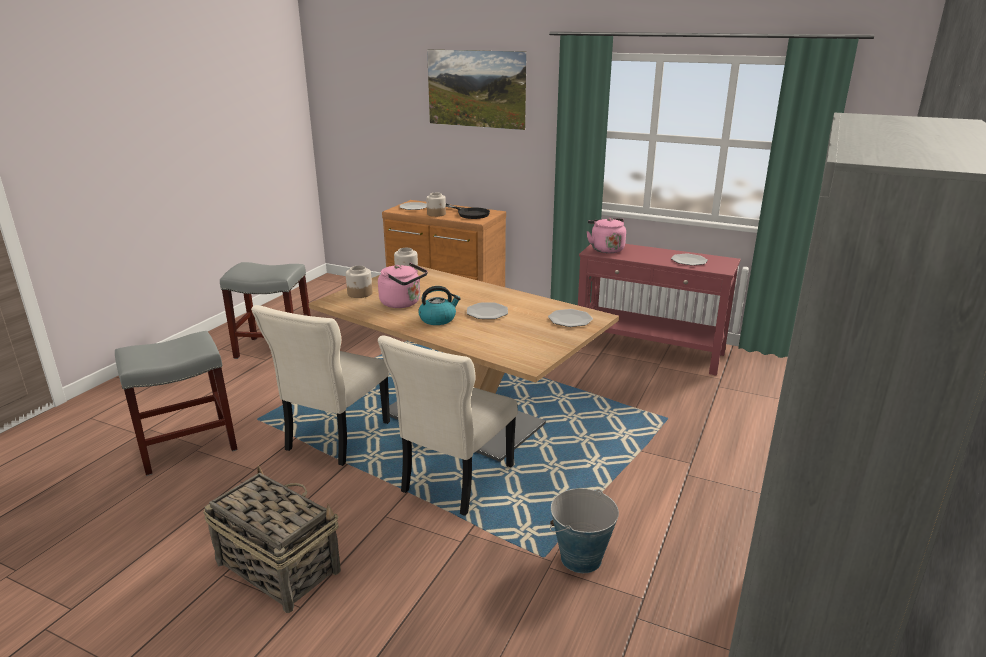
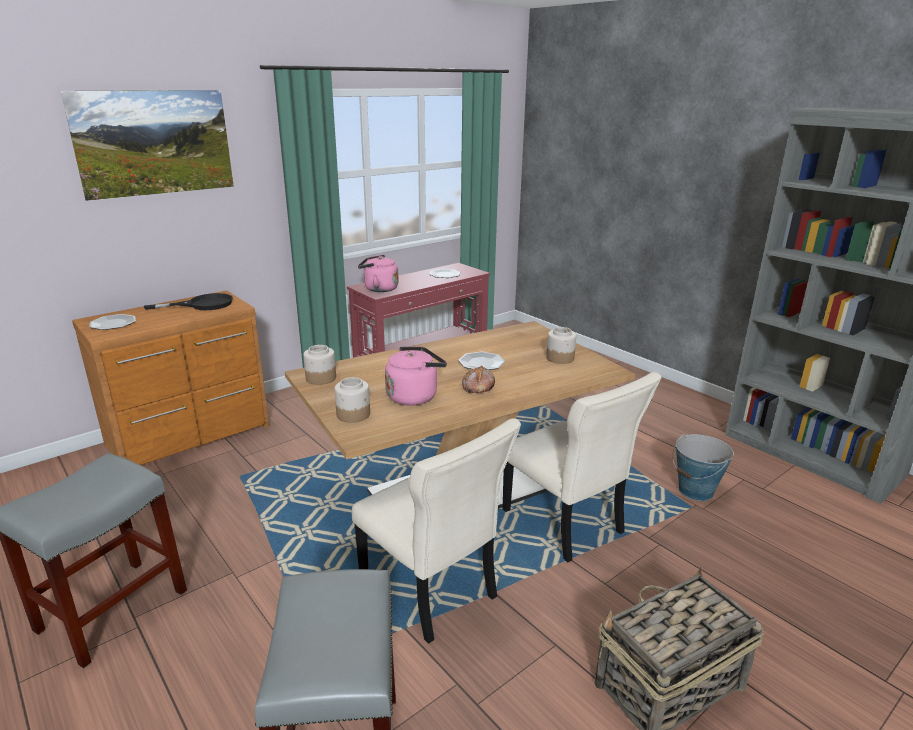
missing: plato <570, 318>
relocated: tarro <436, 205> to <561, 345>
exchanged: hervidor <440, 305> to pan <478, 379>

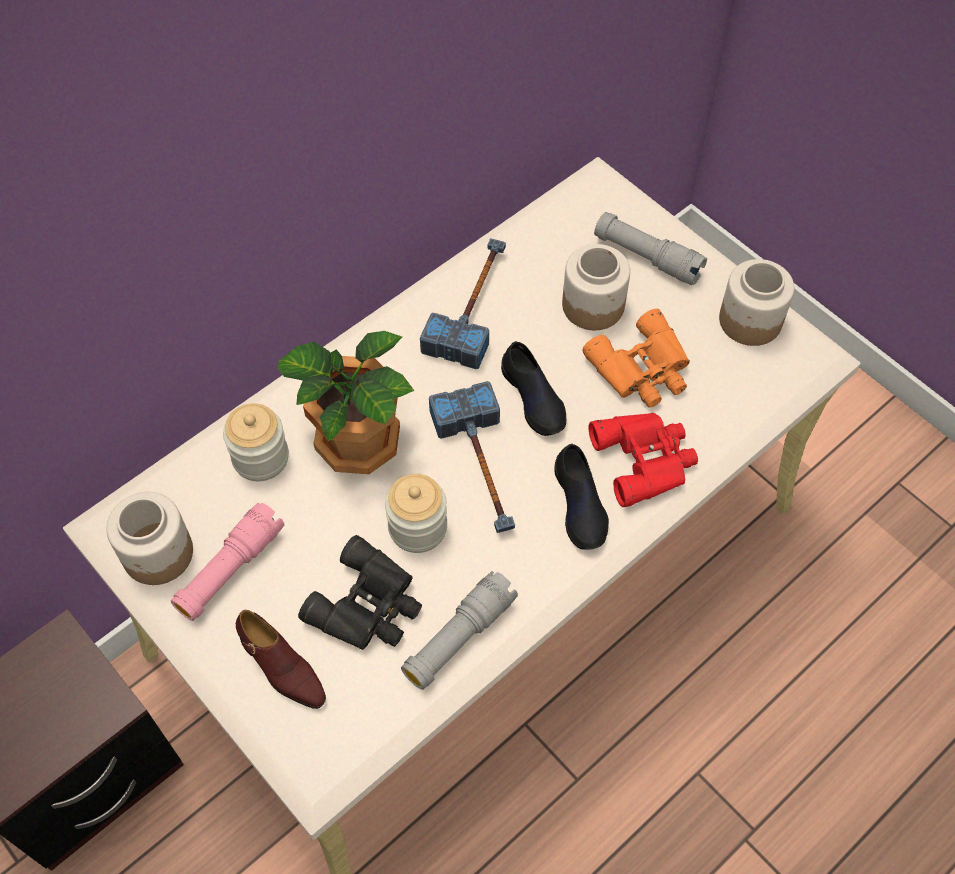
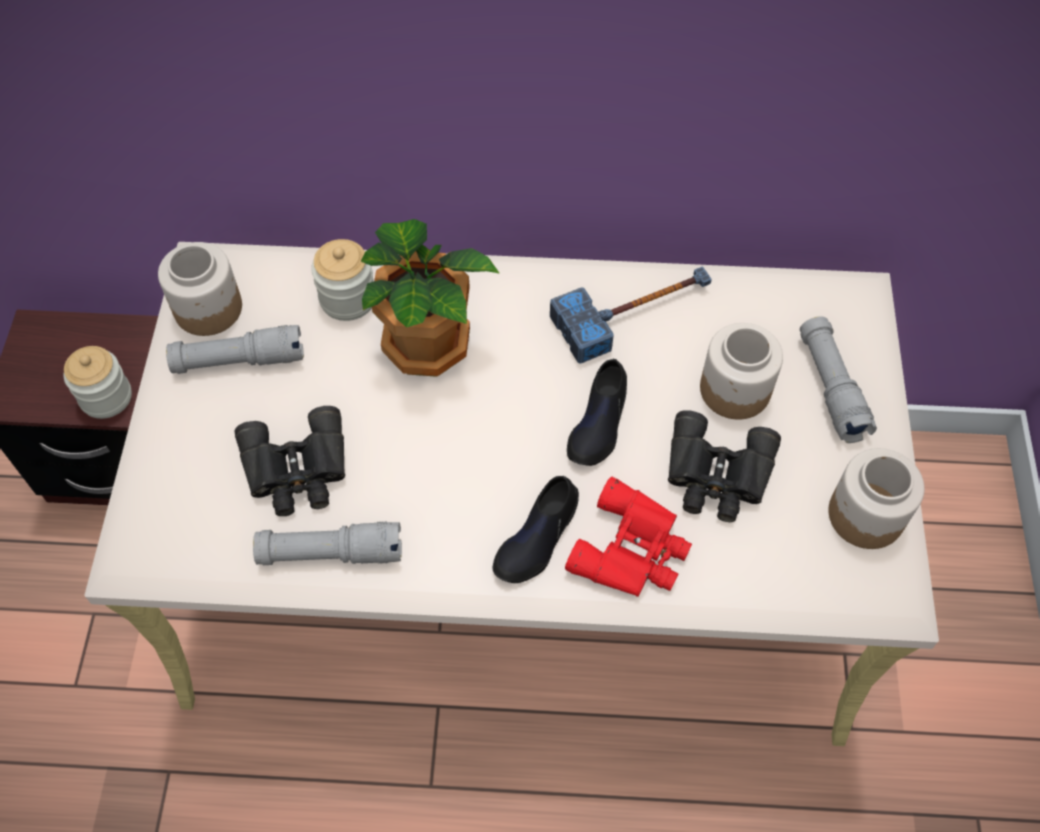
missing: zapato [marrón] <281, 659>; martillo <472, 457>
relocated: tarro <416, 513> to <98, 382>
colour: linterna [rosa] <227, 562> to linterna [gris] <235, 349>; prismáticos [naranja] <636, 358> to prismáticos [negro] <724, 466>

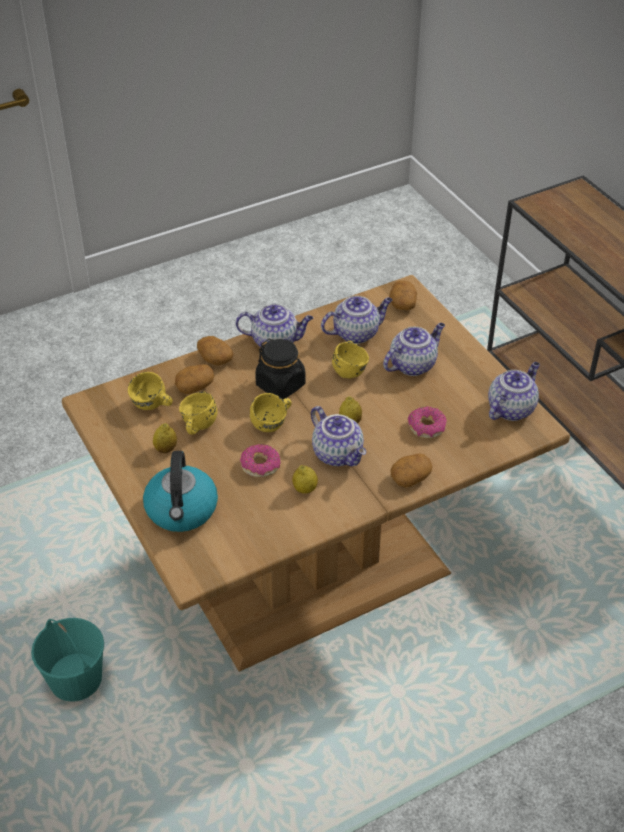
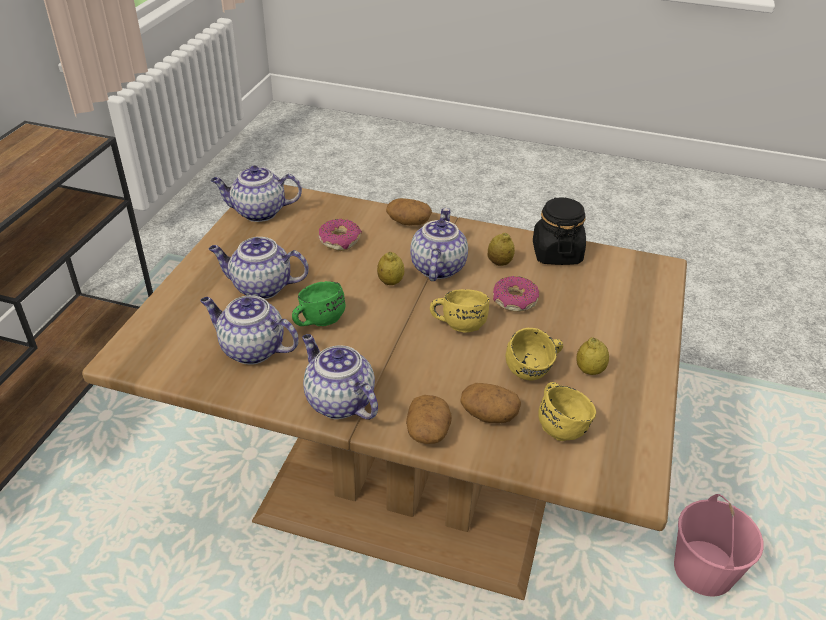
missing: hervidor <180, 491>; patata <403, 295>
relocated: tarro [negro] <280, 369> to <559, 231>
colour: cubo [turquesa] <67, 660> to cubo [rosa] <719, 545>; taza grande [amarillo] <350, 359> to taza grande [verde] <318, 303>

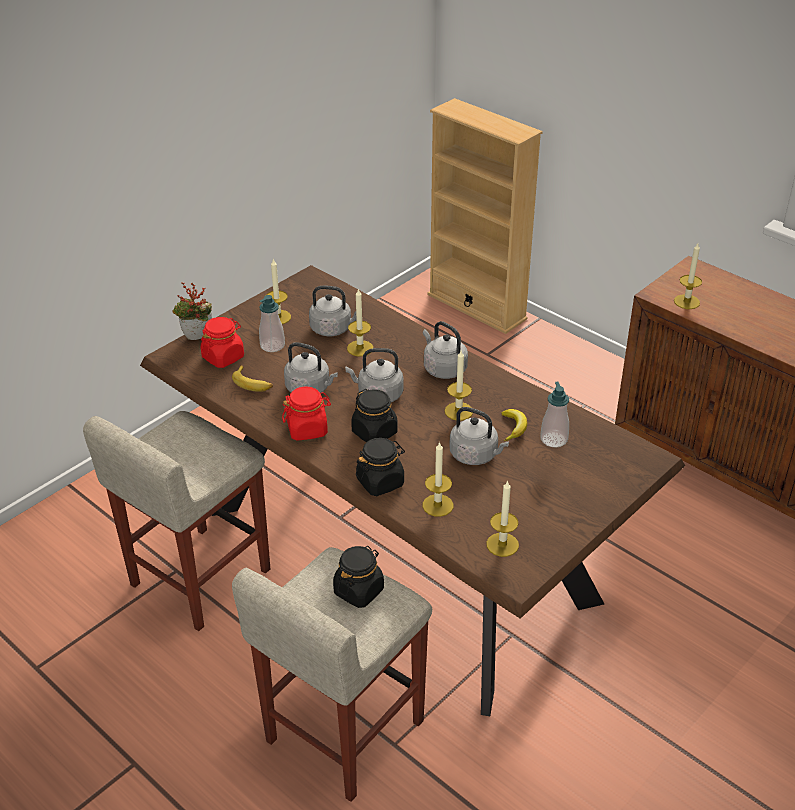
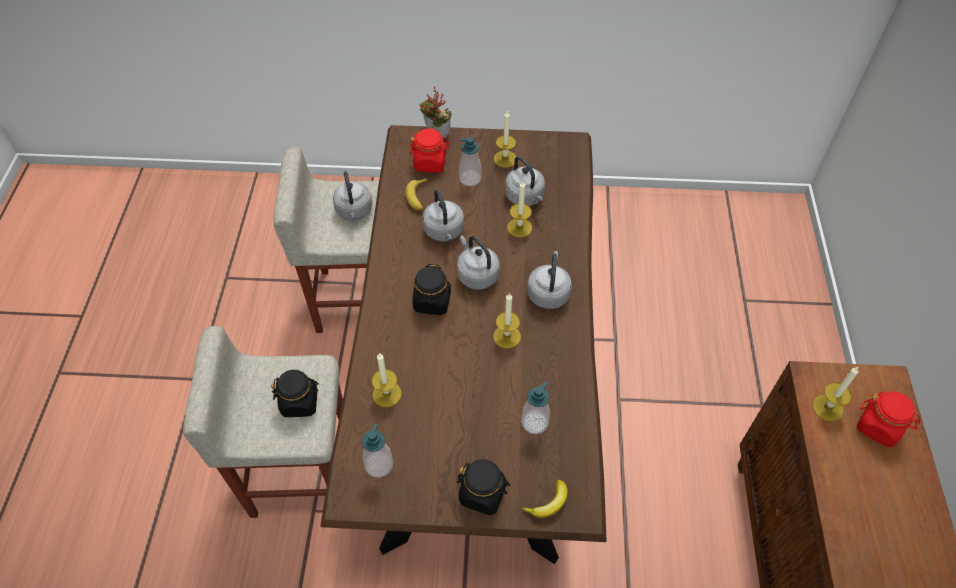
missing: estantería [beis] <485, 216>
relocated: tarro [rojo] <306, 413> to <888, 419>; tarro [negro] <380, 467> to <483, 487>; hervidor [gris] <479, 436> to <352, 195>; plátano <514, 425> to <545, 499>
exchanged: vela <502, 518> to dispensador de jabón <377, 450>

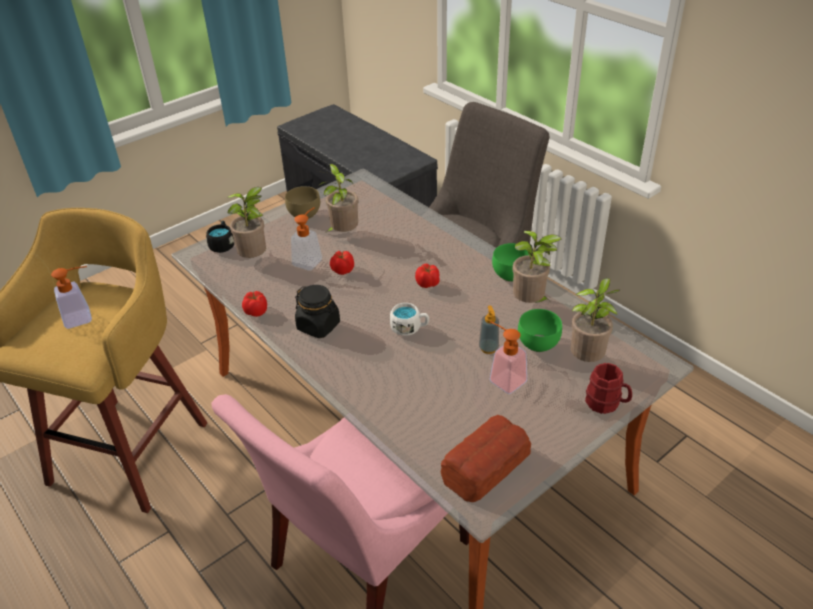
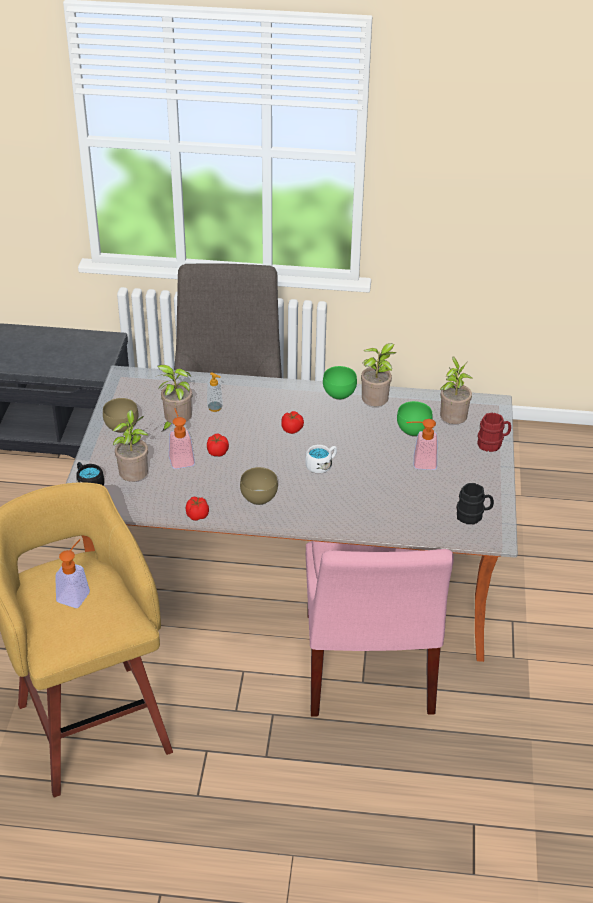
relocated: dispensador de jabón <489, 329> to <215, 392>
exchanged: tarro [negro] <317, 311> to cuenco [marrón] <259, 486>; pan <486, 458> to taza grande [negro] <475, 503>

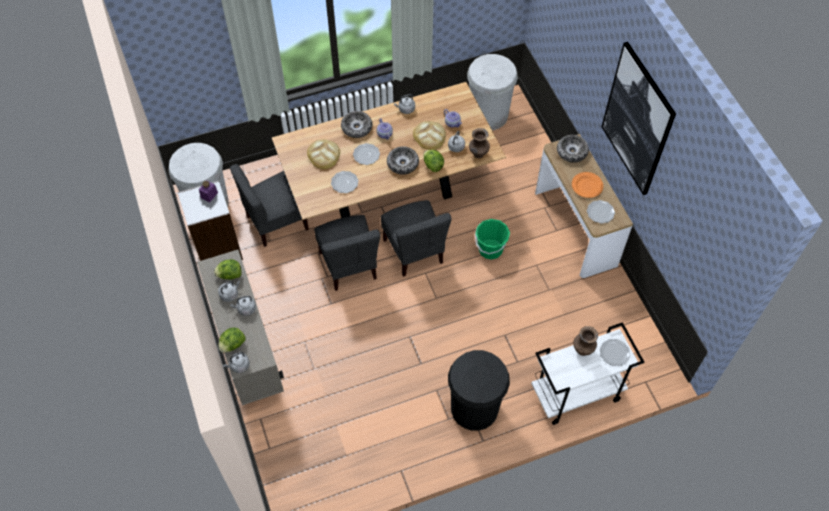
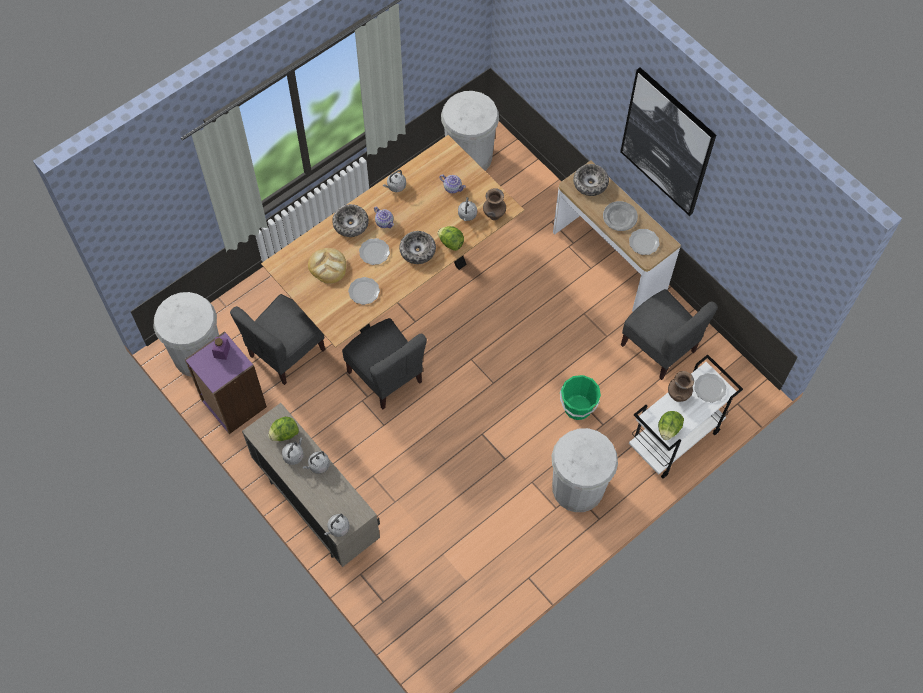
missing: pan <429, 135>
relocated: lechuga <232, 340> to <671, 425>; silla [gris] <416, 238> to <669, 334>; cubo [verde] <492, 239> to <580, 397>
colour: estantería [gris] <210, 220> to estantería [morado] <226, 382>; papelera [negro] <479, 390> to papelera [blanco] <585, 470>; plato [naranja] <587, 185> to plato [gris] <620, 216>

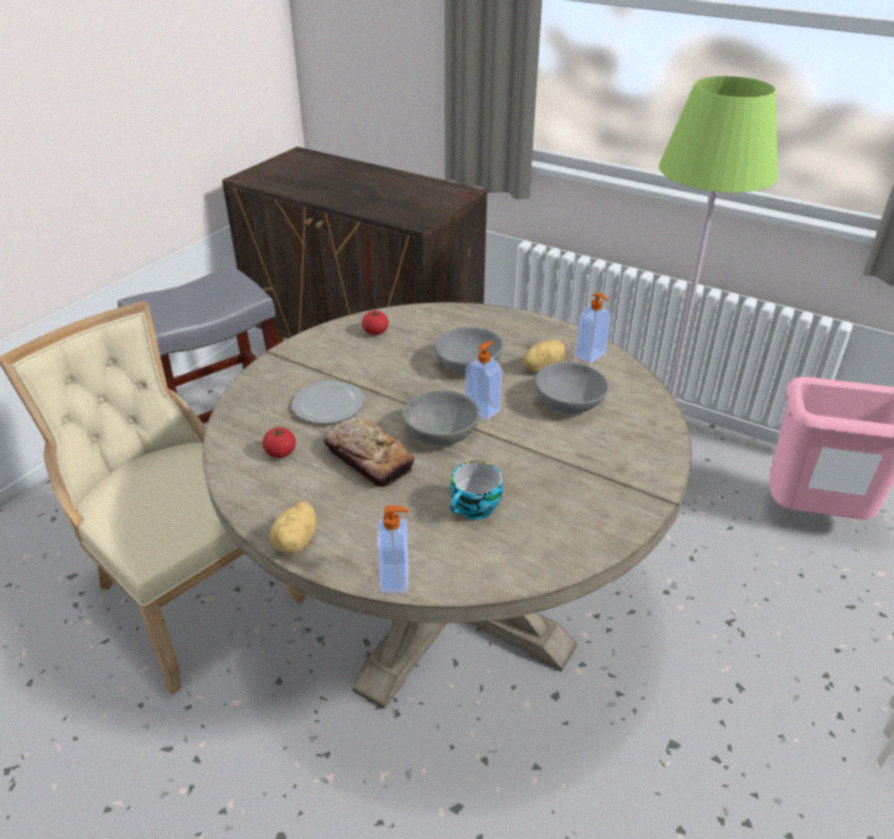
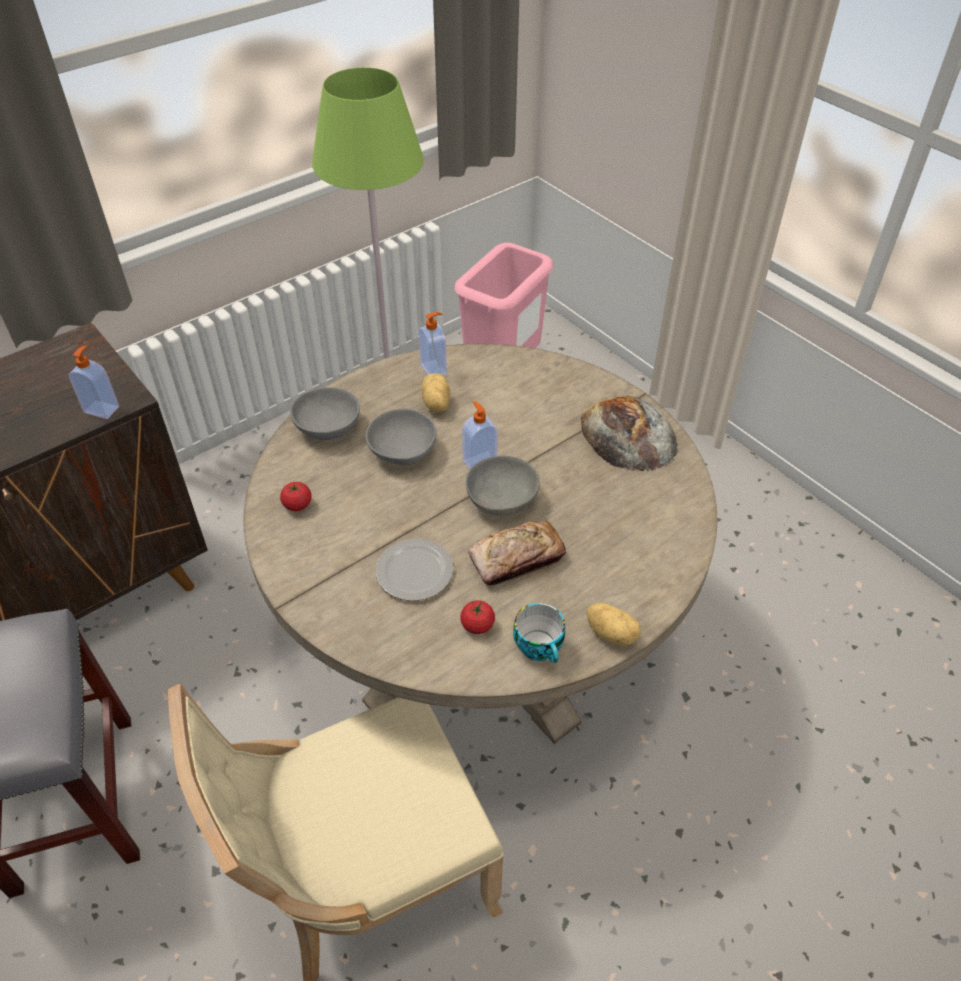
appeared: pan <629, 433>
relocated: dispensador de jabón <393, 549> to <94, 382>; taza <476, 490> to <539, 633>; cuenco [gris] <572, 387> to <325, 413>

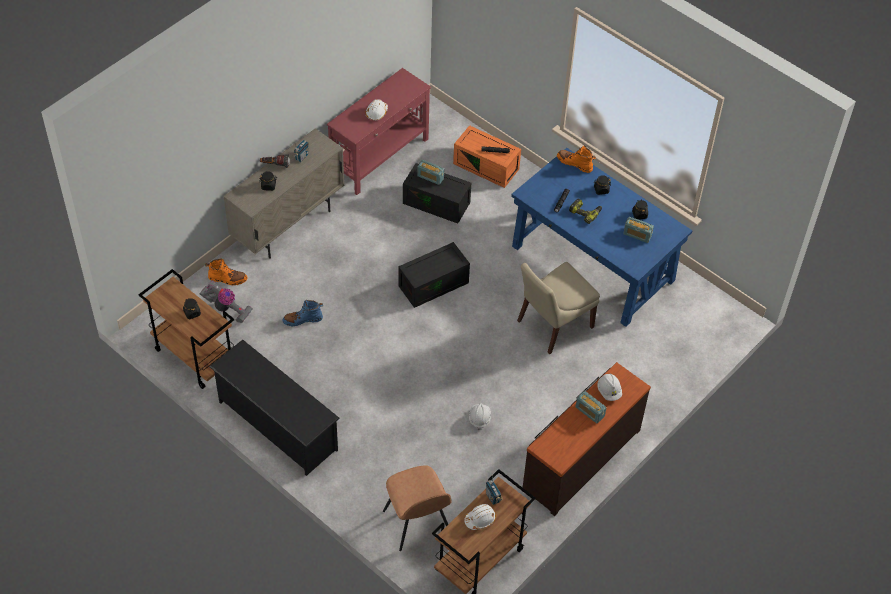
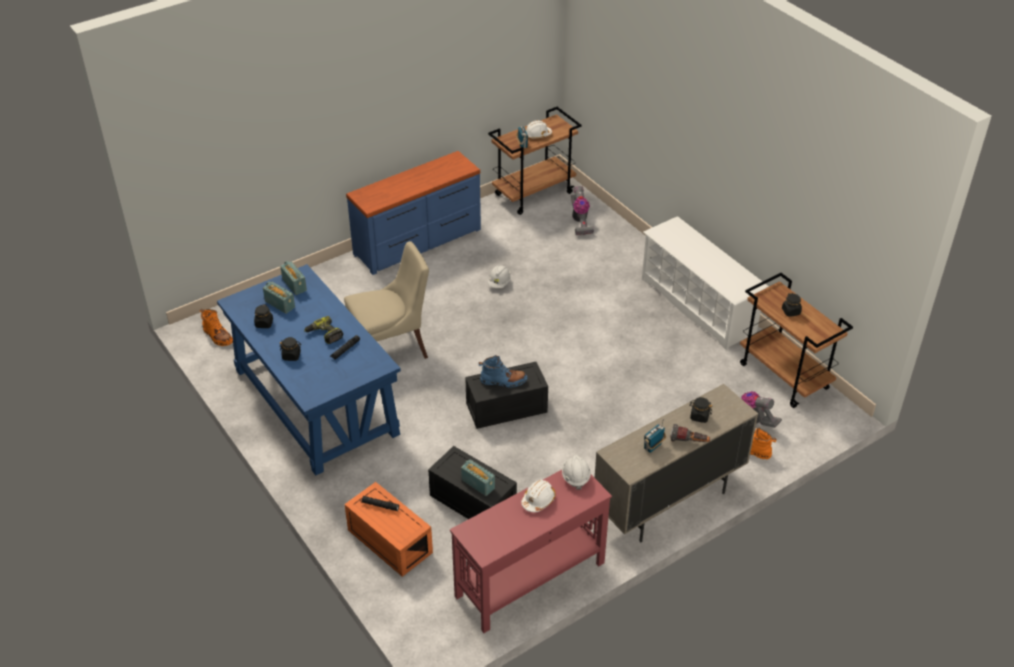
relocated: bota [azul] <303, 313> to <503, 371>; bota [naranja] <576, 159> to <216, 327>; radio <591, 407> to <293, 278>; casco [blanco] <609, 387> to <576, 472>
exchanged: silla [marrón] <417, 508> to aspiradora <582, 210>
colour: zapatero [negro] <274, 408> to zapatero [blanco] <705, 283>; cómoda [marrón] <587, 439> to cómoda [azul] <413, 213>

